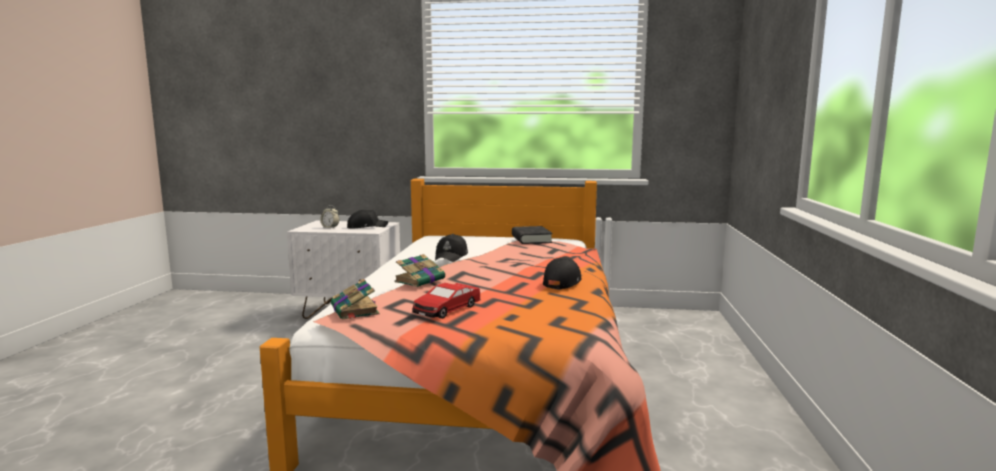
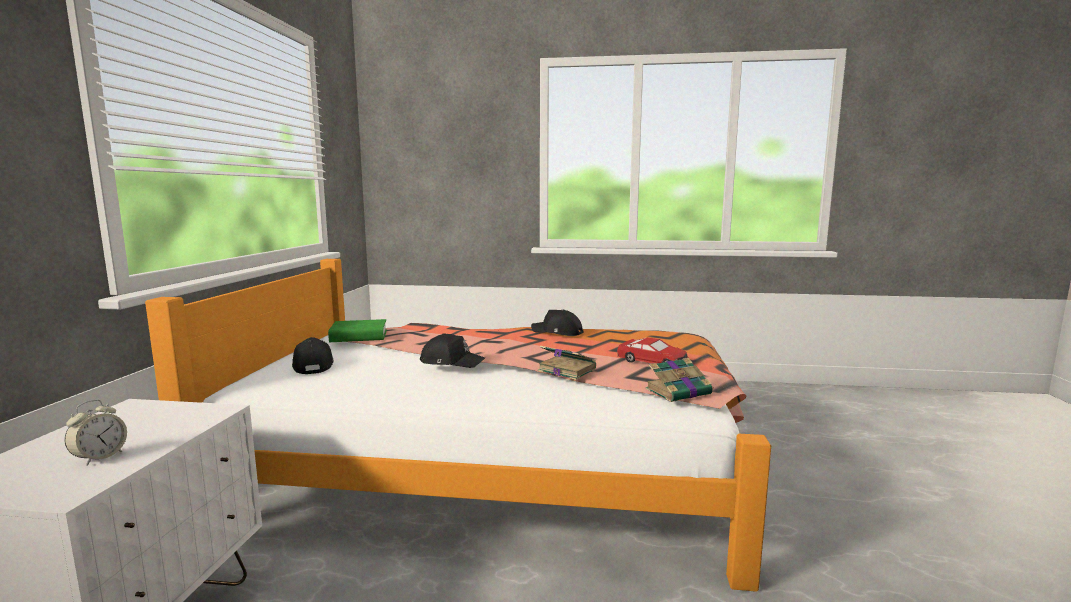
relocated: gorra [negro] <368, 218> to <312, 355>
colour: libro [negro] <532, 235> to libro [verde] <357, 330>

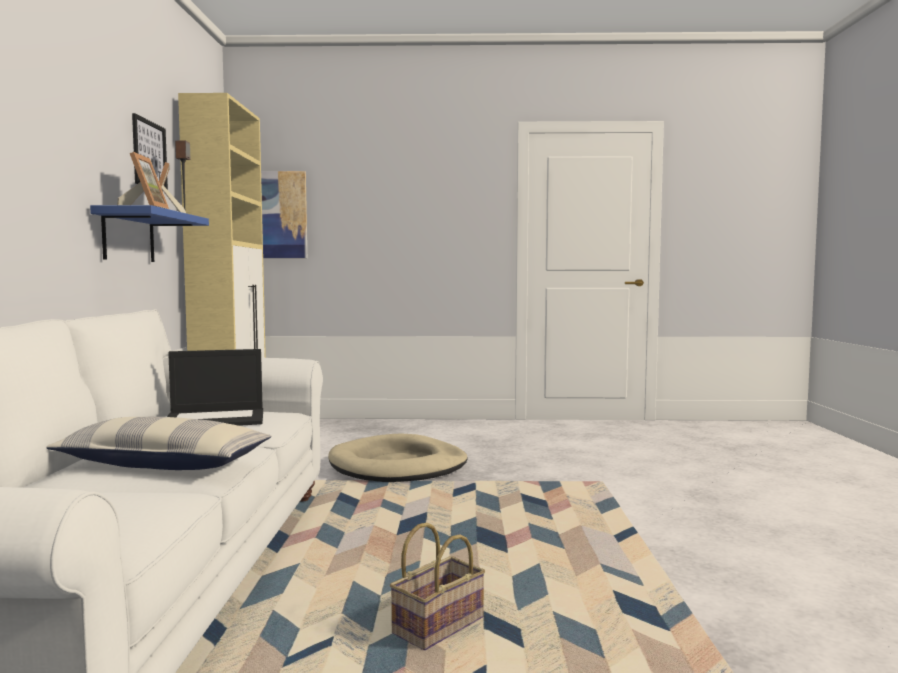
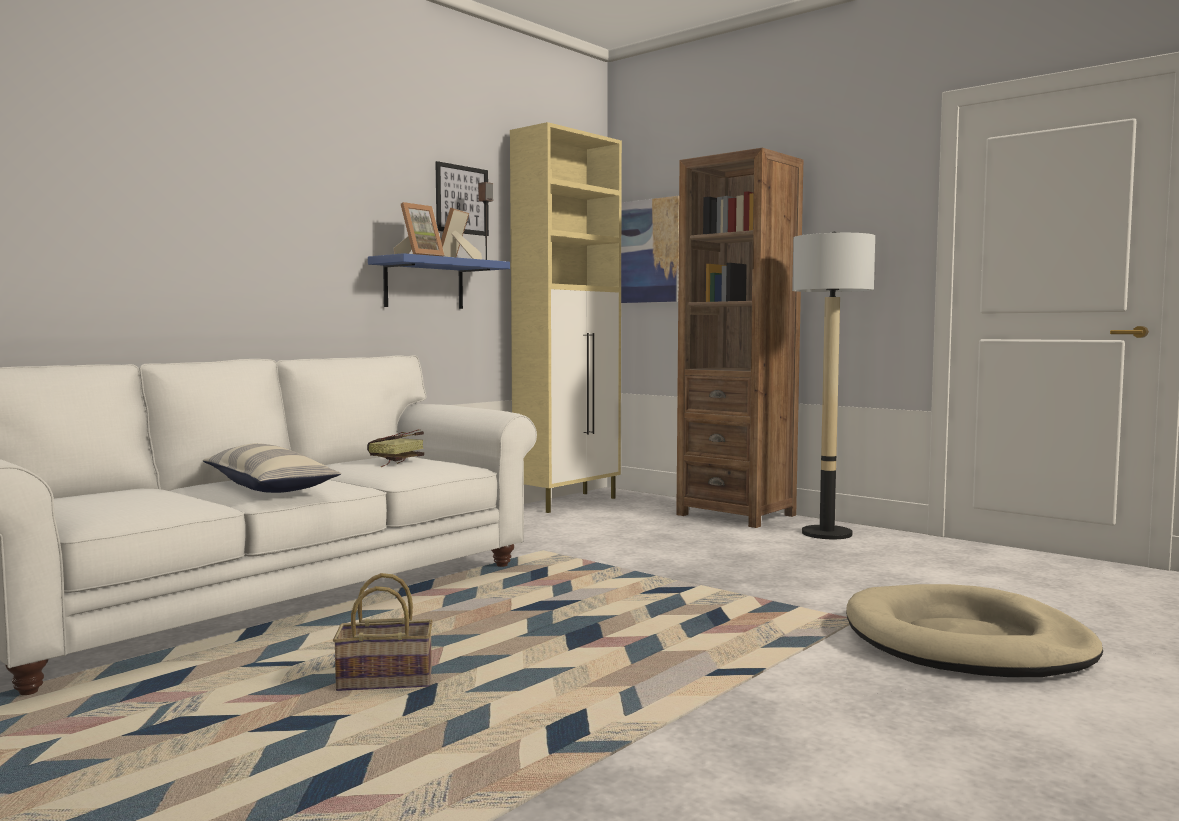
appeared: estantería [marrón] <739, 338>; lámpara de pie <833, 385>
relocated: cama para perro [beis] <398, 458> to <974, 630>
exchanged: portátil <215, 387> to libro <395, 448>

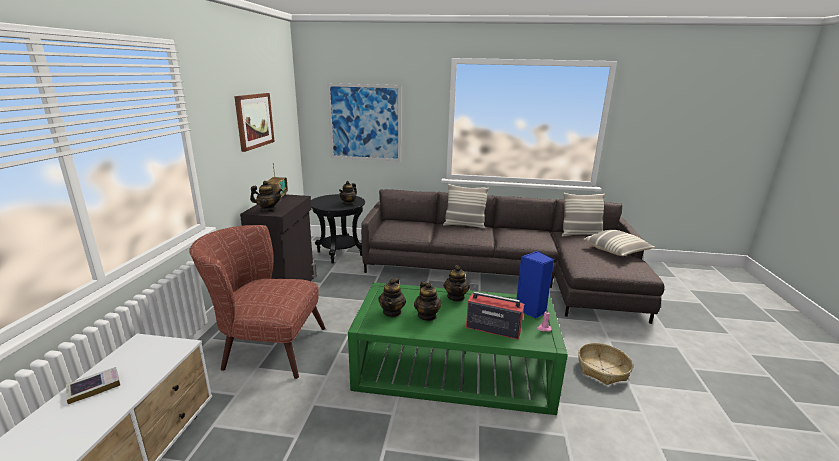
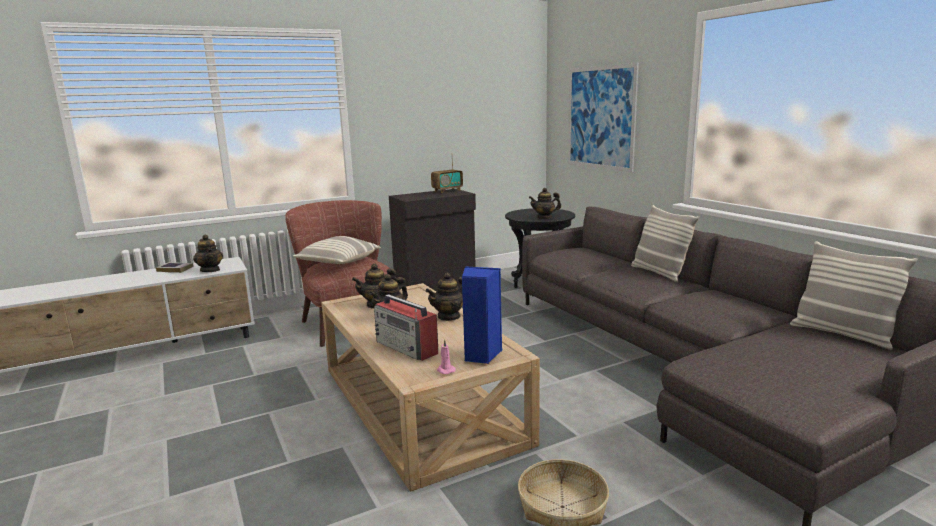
missing: cuadro <254, 122>
relocated: tetera <266, 196> to <208, 253>; cojín <619, 243> to <337, 250>
colour: mesa de centro [verde] <458, 348> to mesa de centro [beis] <430, 387>
spun: radio <495, 313> = <406, 327> 150 degrees clockwise

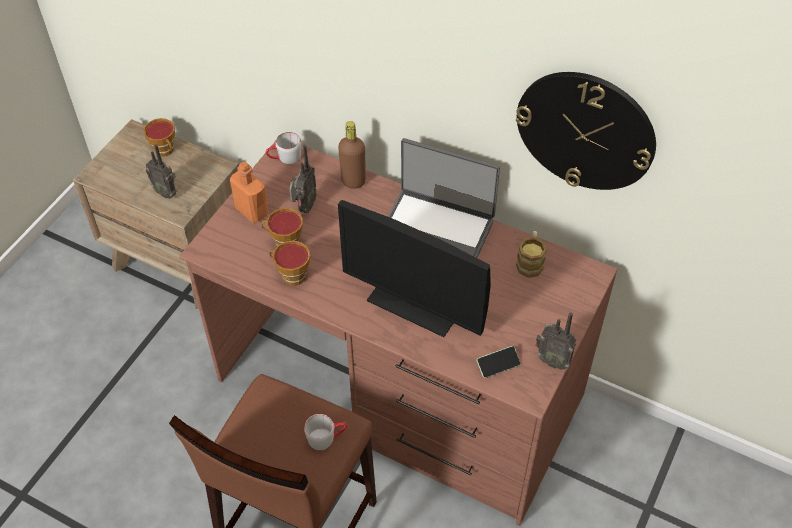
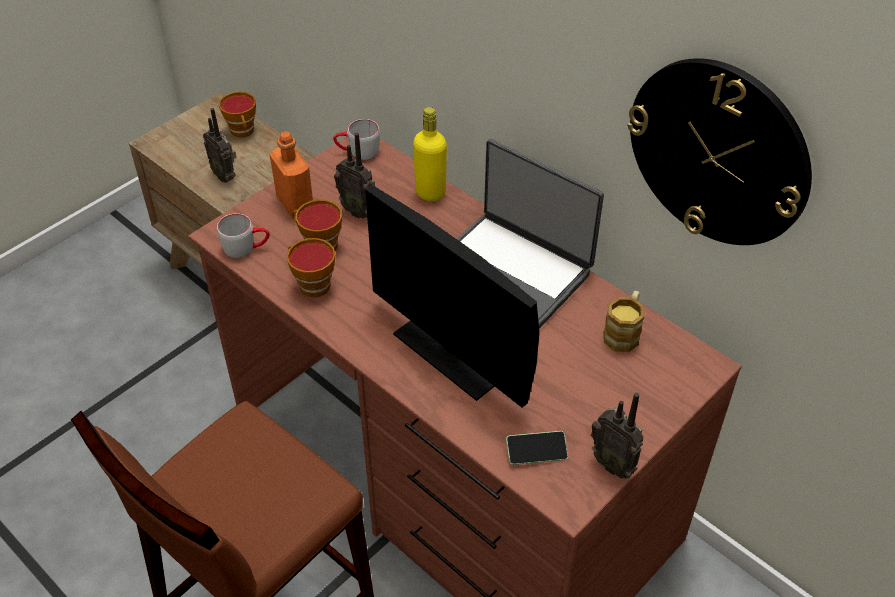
relocated: taza grande [gris] <325, 432> to <243, 235>
colour: botella [marrón] <352, 155> to botella [amarillo] <430, 154>
spun: radio <303, 179> = <354, 175> 90 degrees clockwise

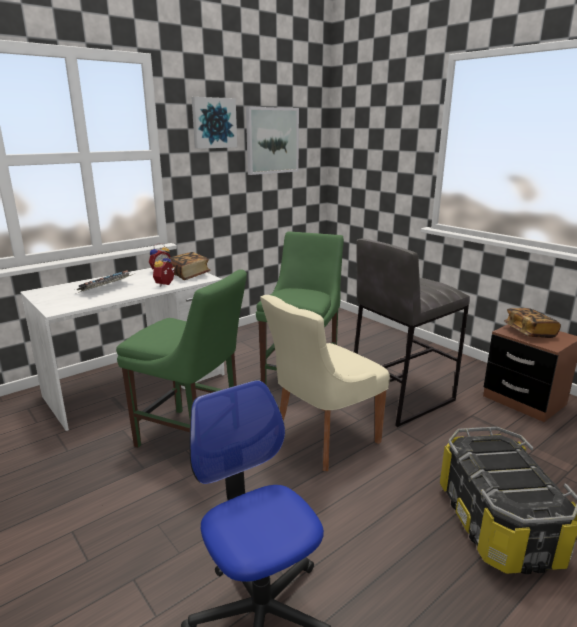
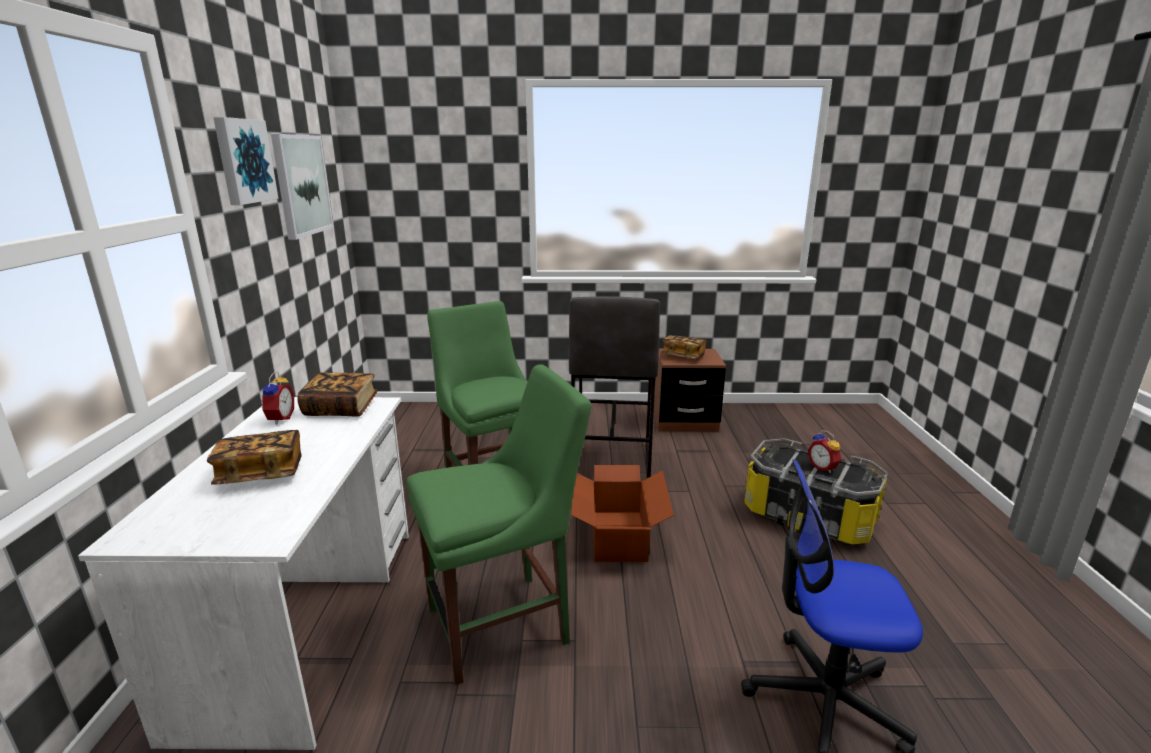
relocated: despertador <164, 270> to <824, 451>
exchanged: teclado <106, 281> to libro <254, 457>; silla [beis] <325, 383> to caja de cartón <622, 513>

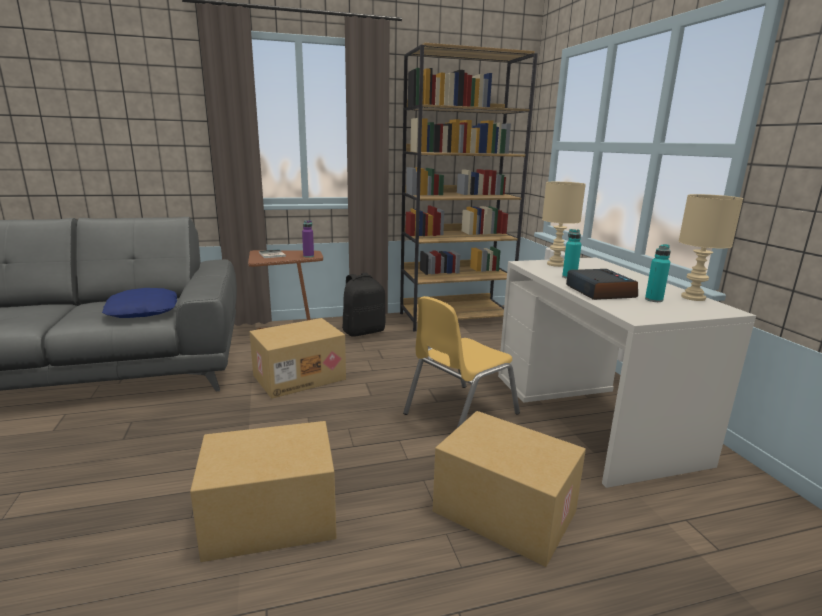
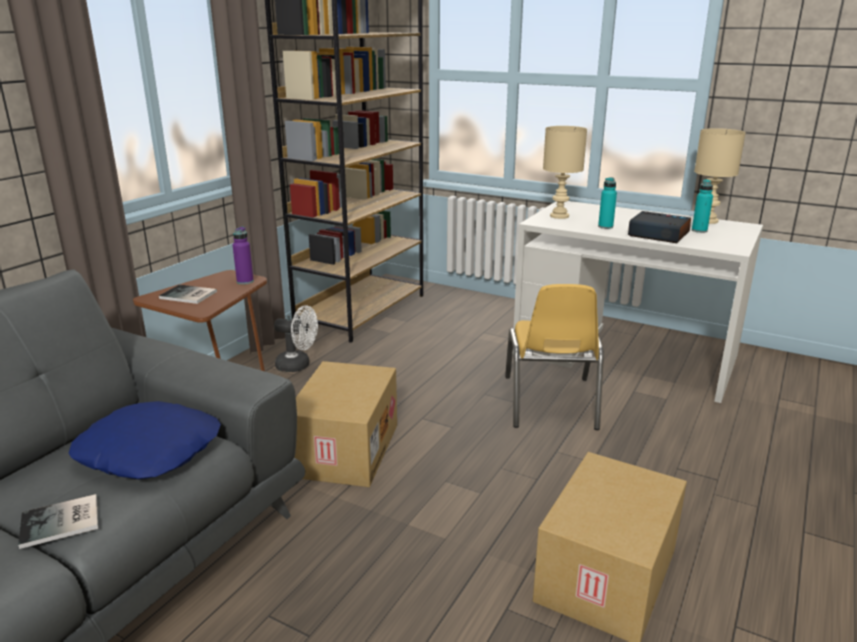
missing: caja de cartón <509, 489>
appeared: libro <58, 521>
exchanged: mochila [negro] <363, 305> to ventilador [blanco] <296, 338>

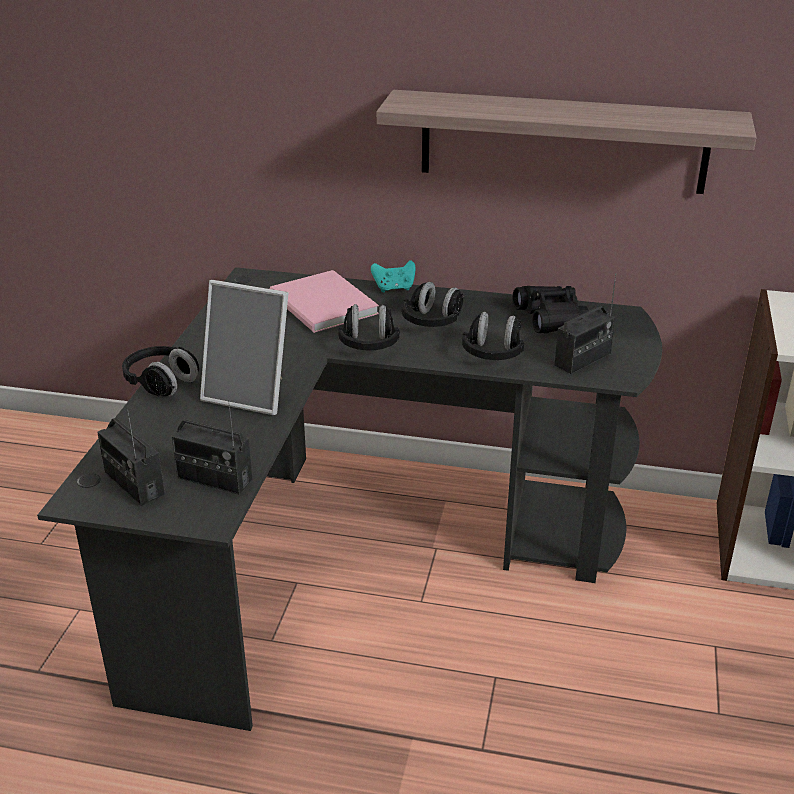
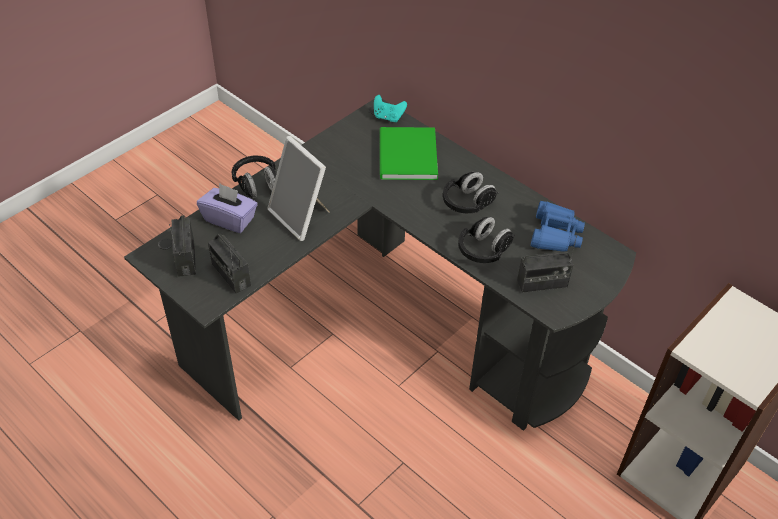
missing: auriculares [negro] <369, 327>; estante <566, 142>
appeared: caja de pañuelos [morado] <227, 208>
relocated: mando de consola [turquesa] <393, 276> to <390, 109>
colour: libro [rosa] <324, 301> to libro [verde] <409, 153>; prismáticos [negro] <551, 309> to prismáticos [azul] <558, 226>

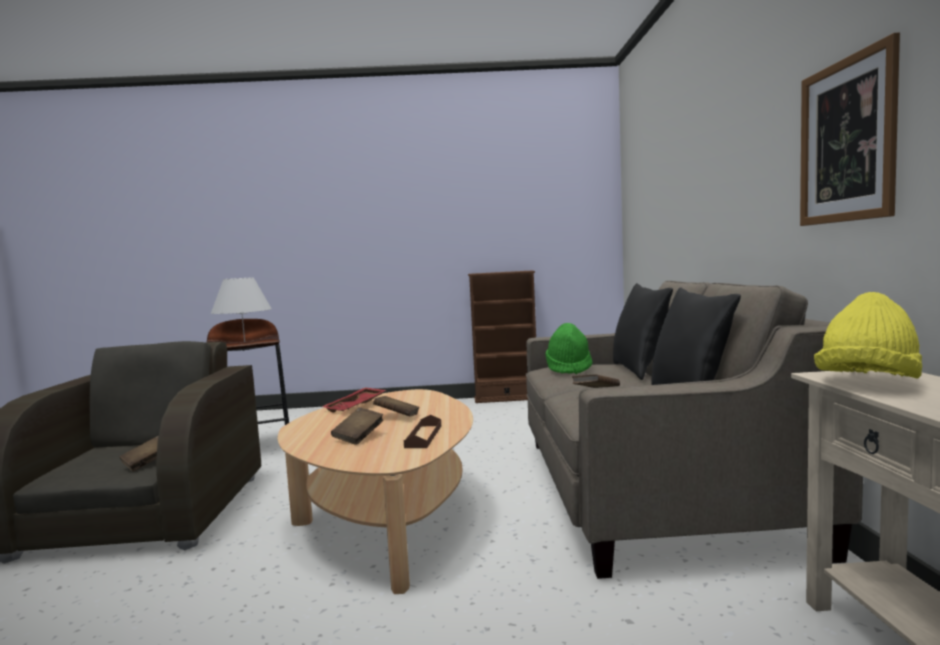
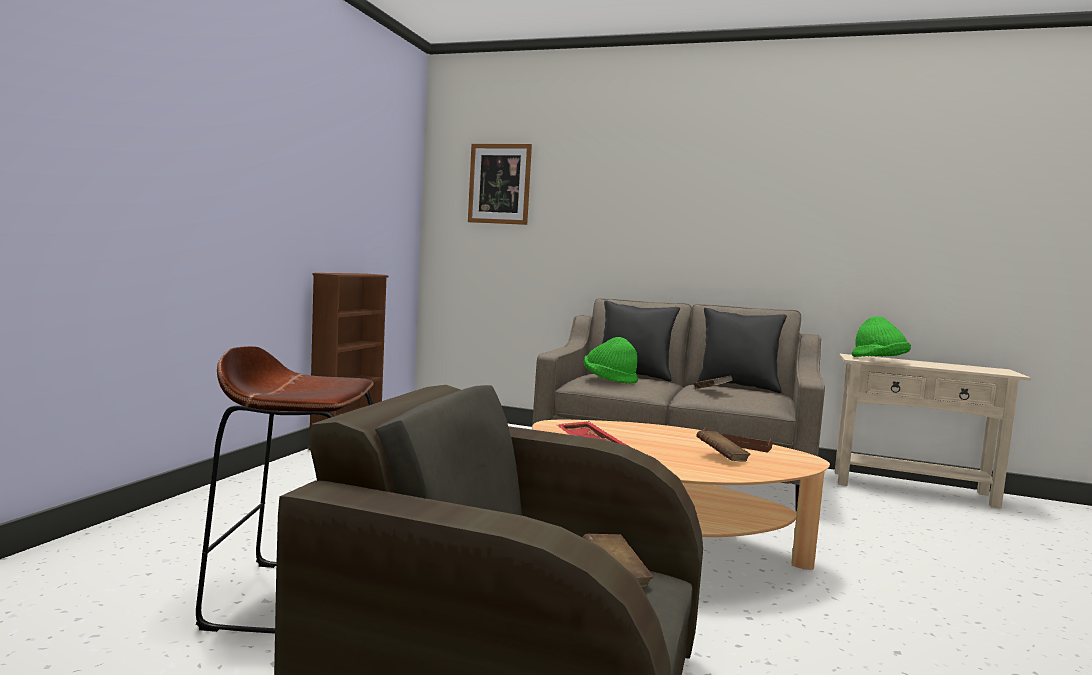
missing: lámpara de mesa [blanco] <241, 309>; libro [marrón] <396, 406>
relocated: cuadro <850, 129> to <500, 184>
colour: sombrero [amarillo] <868, 335> to sombrero [verde] <881, 336>

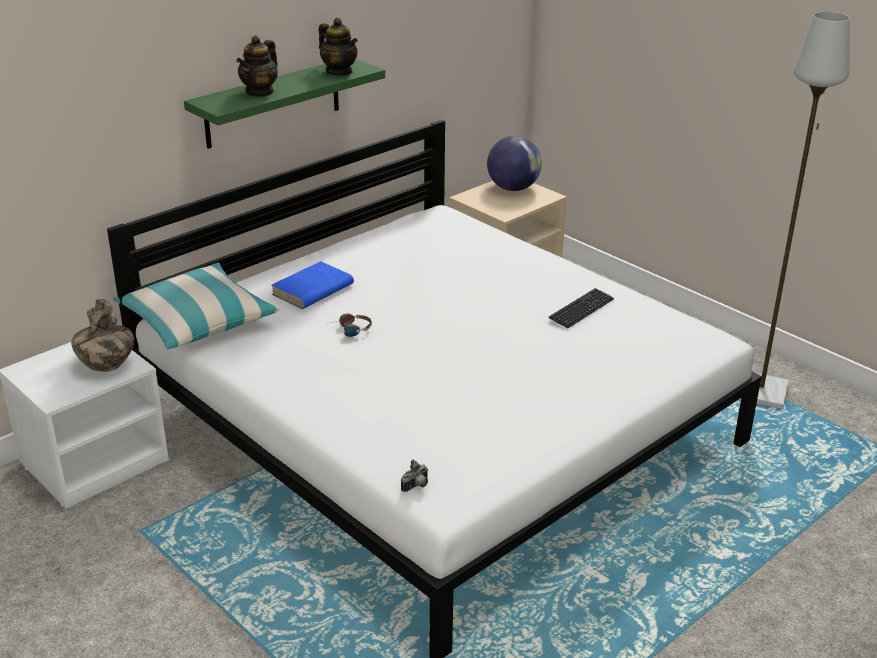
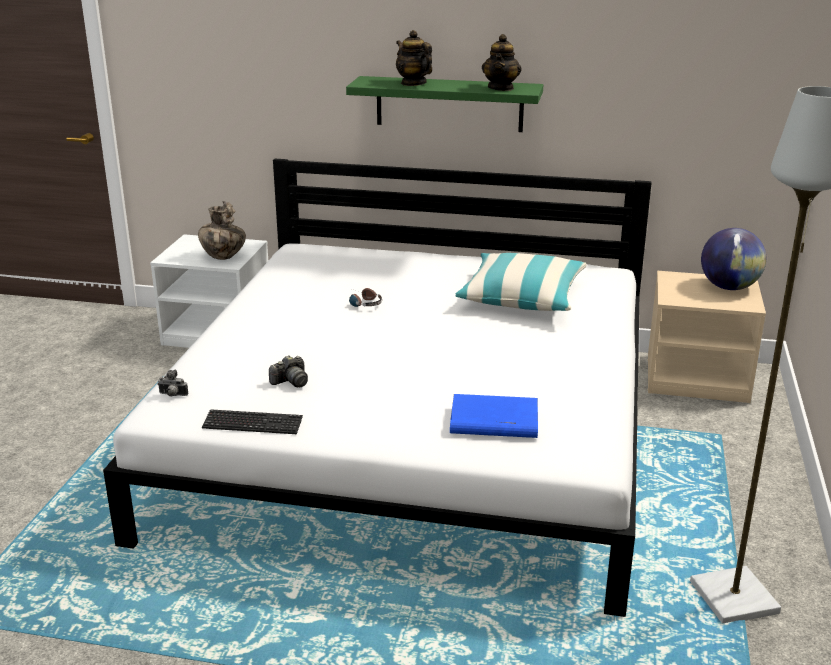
appeared: cámara <288, 371>
relocated: cojín <196, 306> to <521, 282>; libro [azul] <312, 285> to <494, 416>; teclado <581, 308> to <252, 421>
spun: tetera <257, 66> = <414, 58> 60 degrees clockwise

